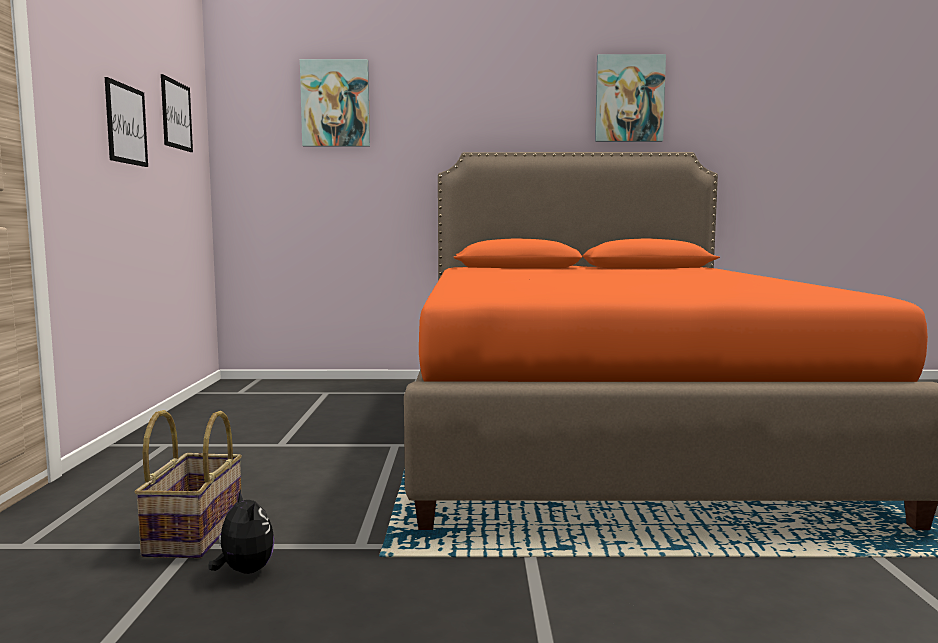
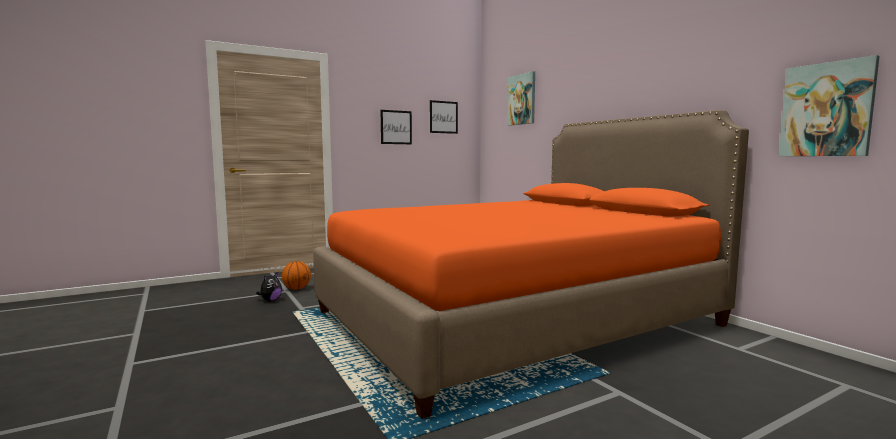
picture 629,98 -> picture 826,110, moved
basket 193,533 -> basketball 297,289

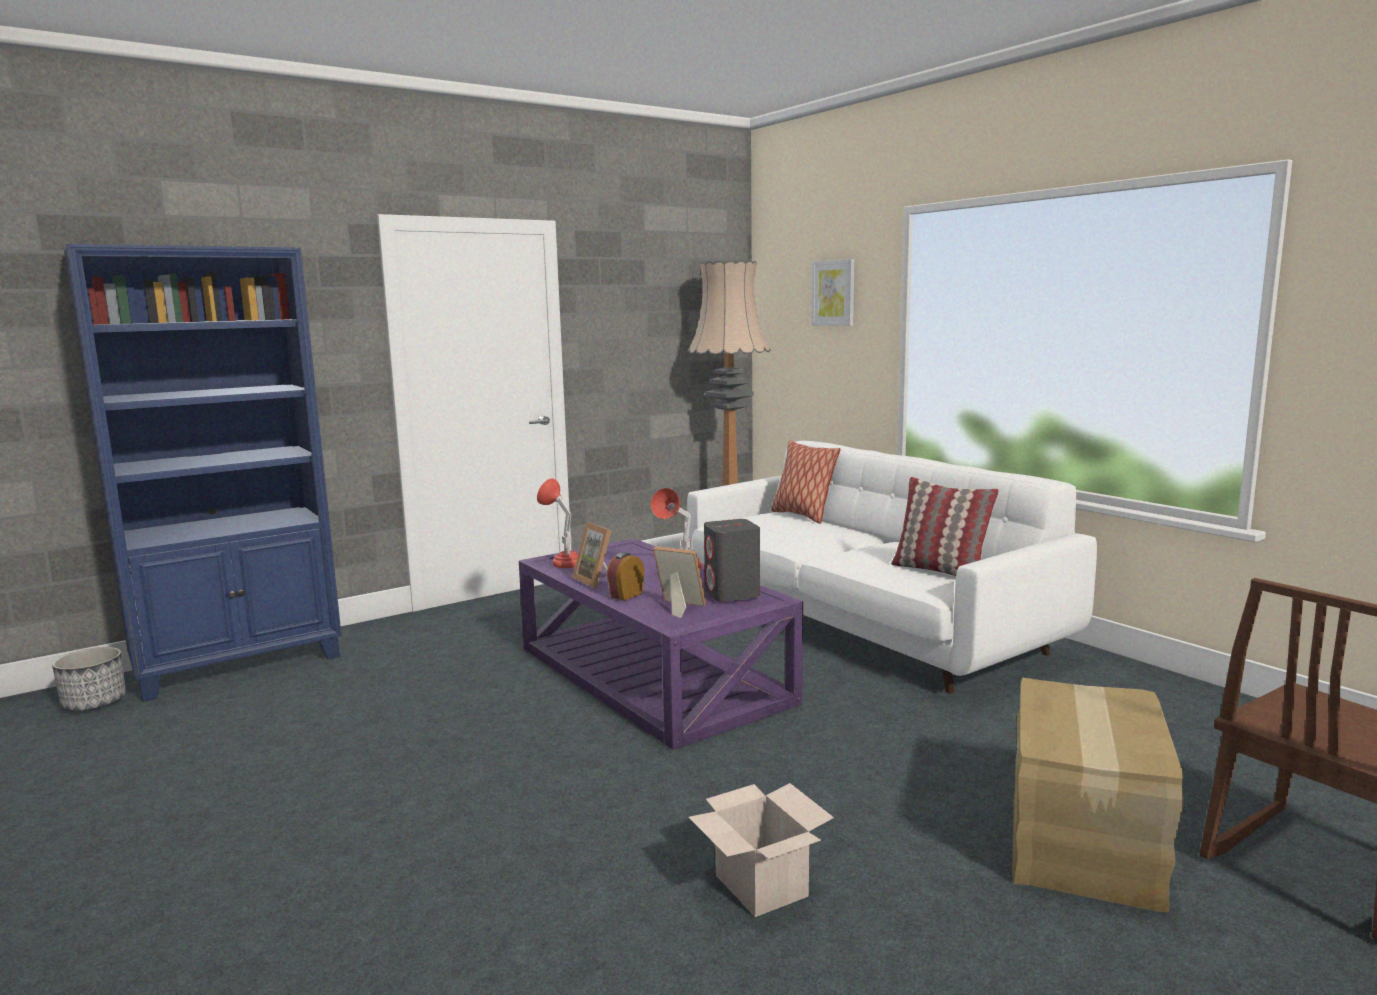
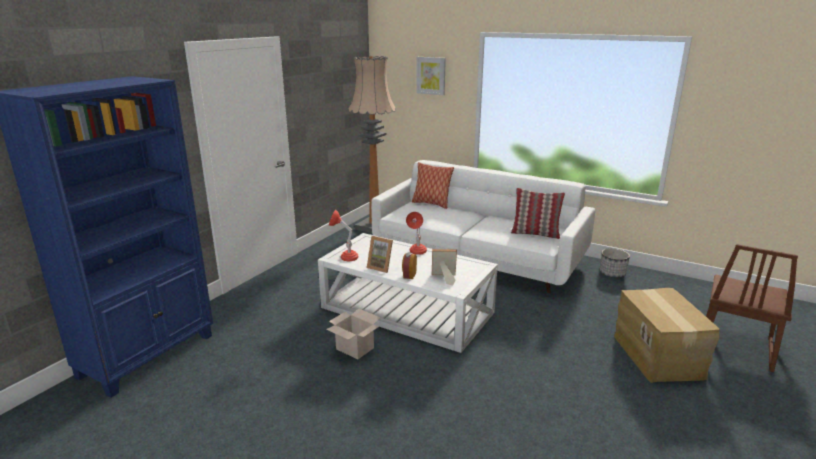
grey speaker 732,594 -> none
purple coffee table 653,674 -> white coffee table 407,310
planter 95,703 -> planter 612,274, moved
cardboard box 758,885 -> cardboard box 354,348, moved

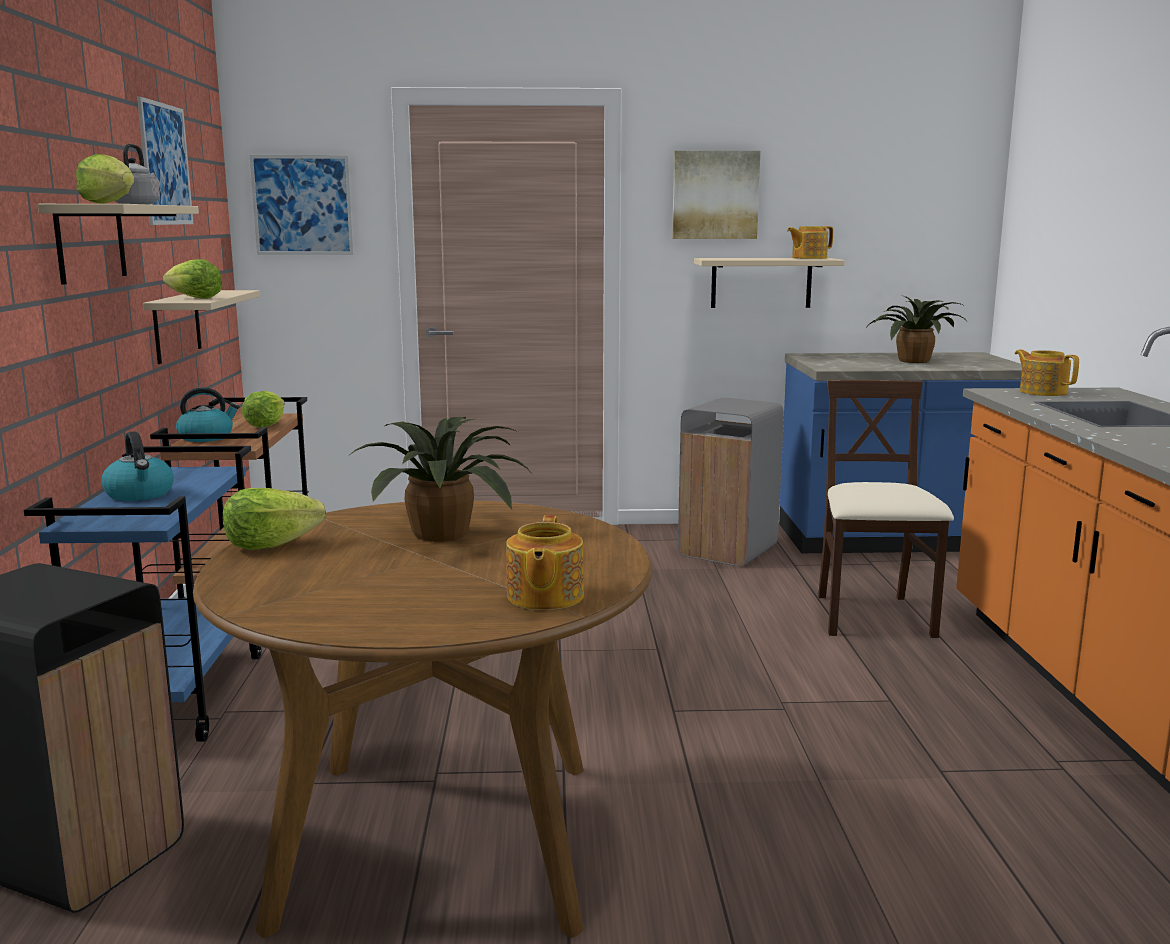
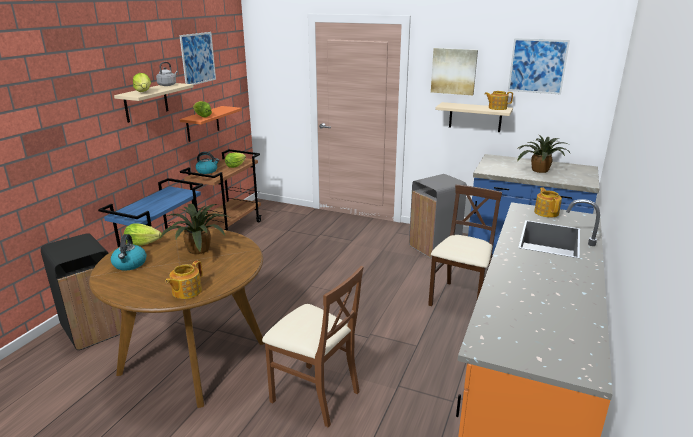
picture 302,205 -> picture 537,66, moved
beige shelf 177,326 -> orange shelf 202,124
kettle 140,494 -> kettle 130,264, moved
none -> brown chair 315,394

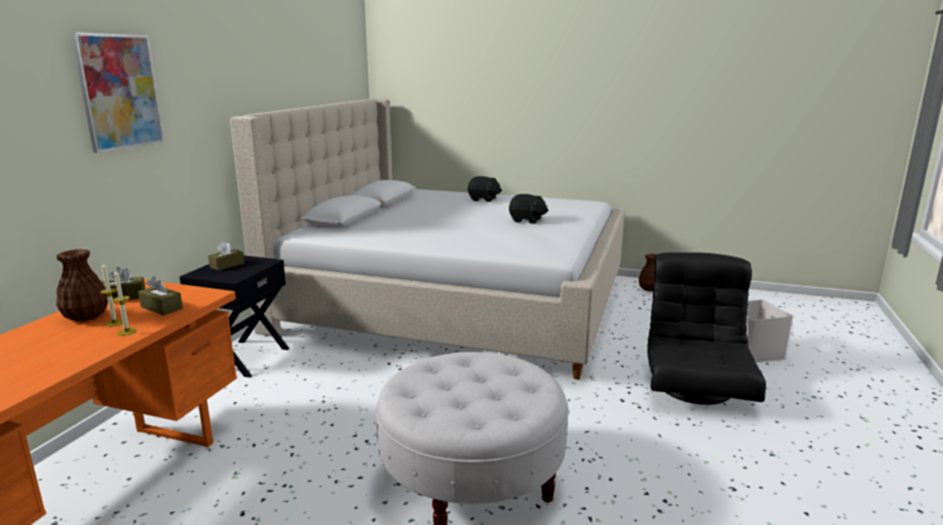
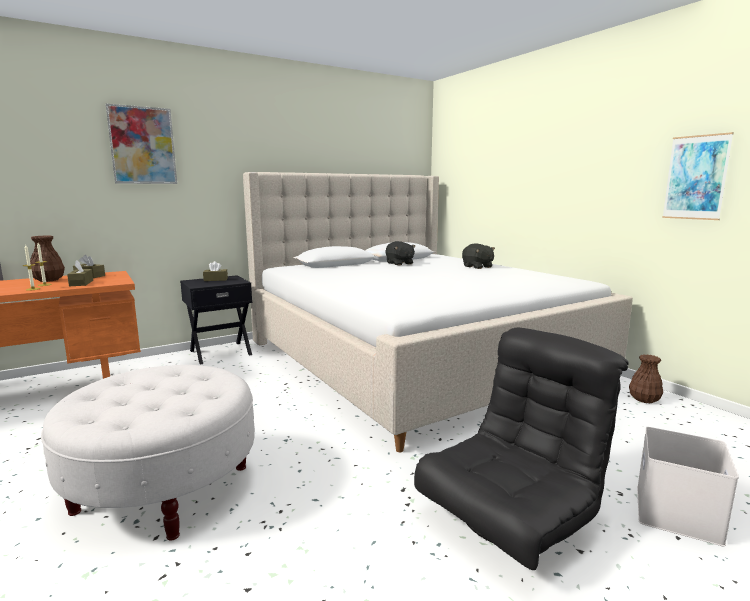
black plush toy 527,220 -> black plush toy 399,263, moved
none -> picture 696,177

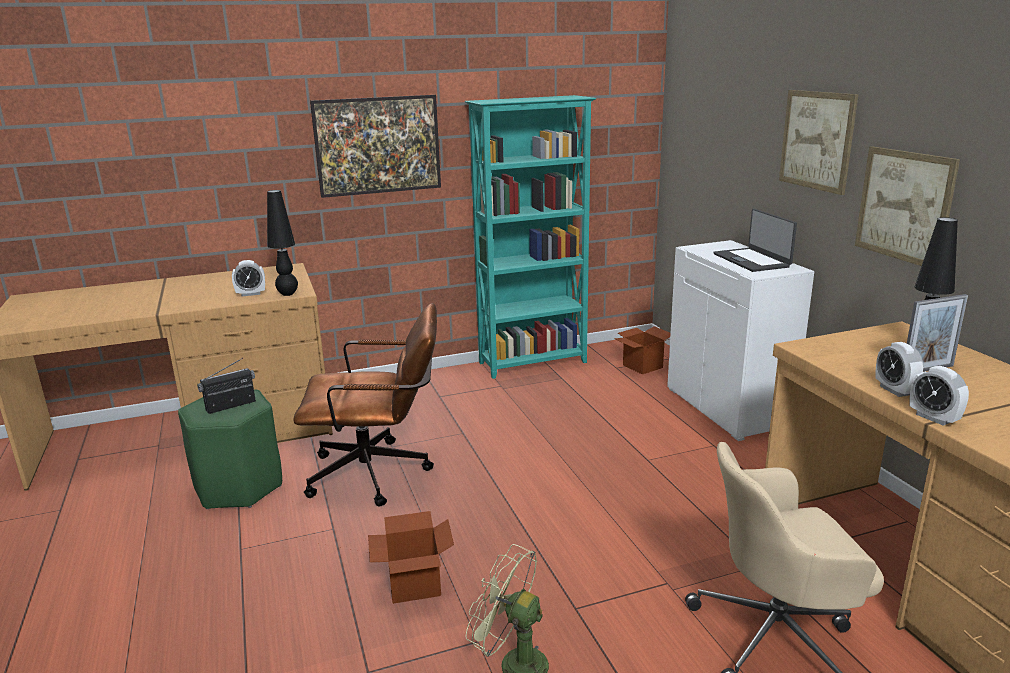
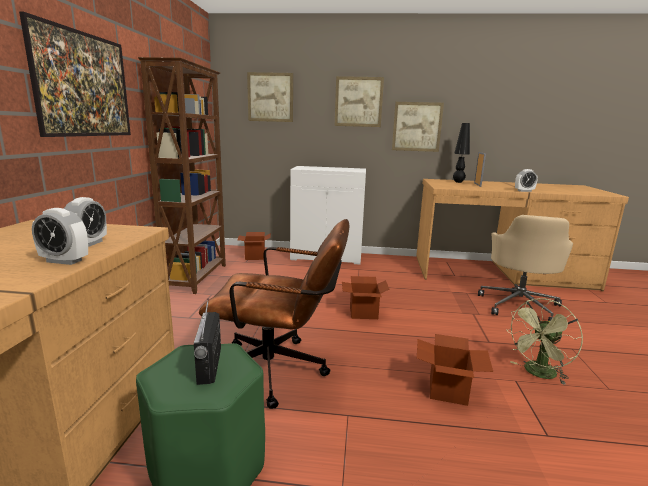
turquoise bookcase 534,363 -> brown bookcase 197,277
black table lamp 288,294 -> none
laptop 752,260 -> none
brown office chair 379,473 -> brown office chair 280,371, 75 degrees clockwise
alarm clock 894,390 -> alarm clock 64,261, moved
none -> picture 270,97
none -> cardboard box 363,313

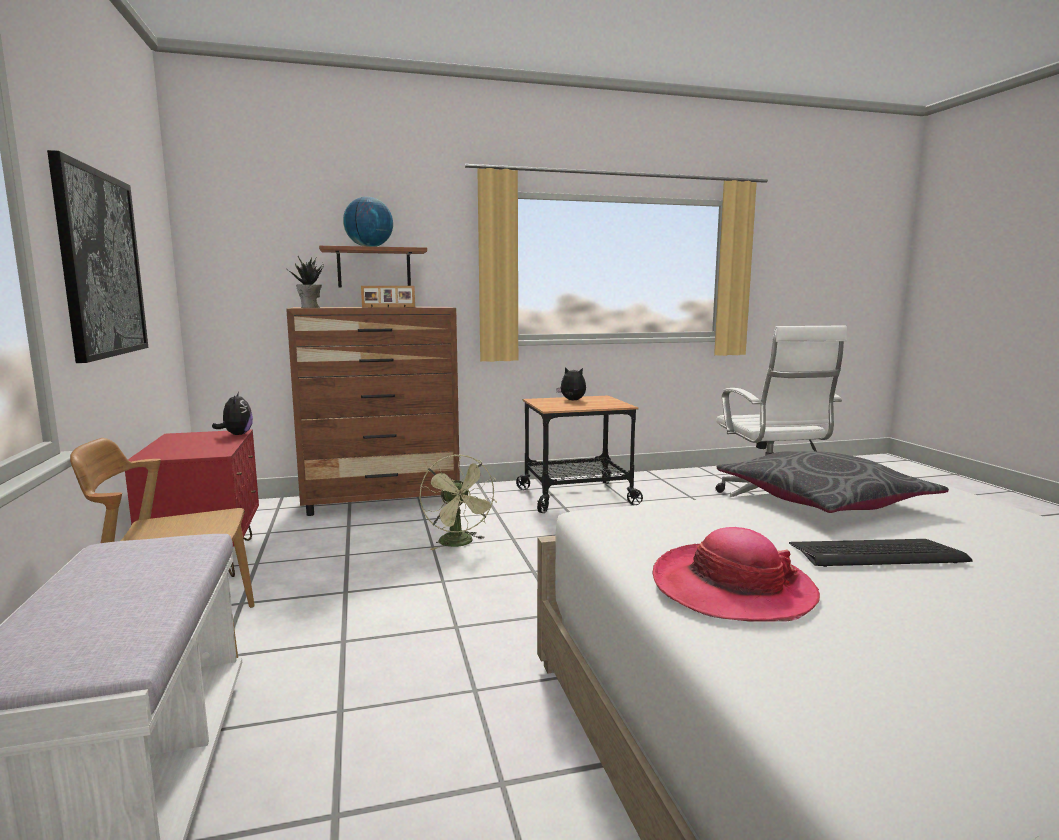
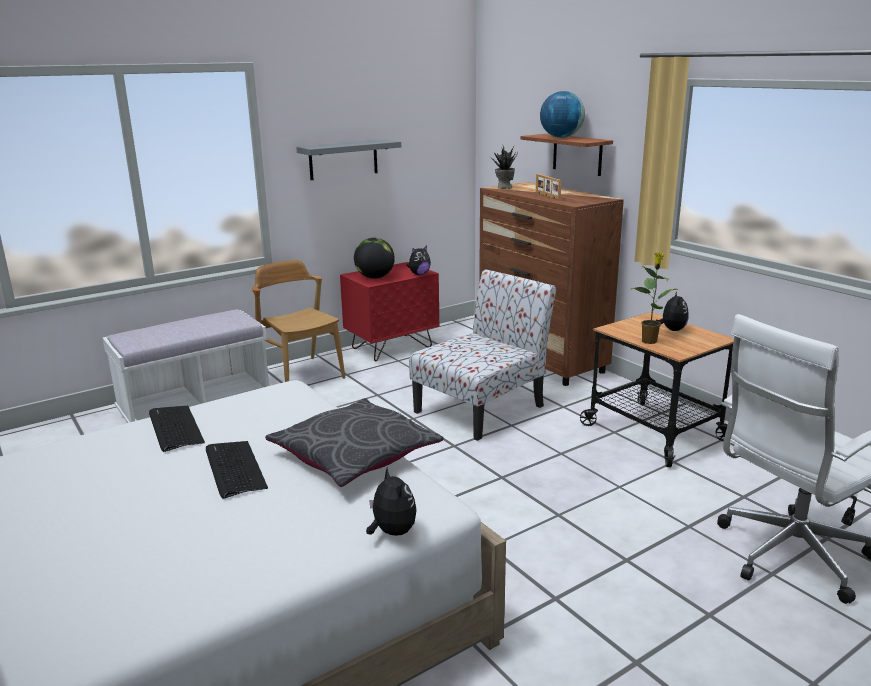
picture 100,264 -> grey shelf 343,159
green fan 460,543 -> chair 482,408
hat 732,588 -> keyboard 175,428
none -> globe 375,277
none -> potted plant 649,341
none -> plush toy 392,532

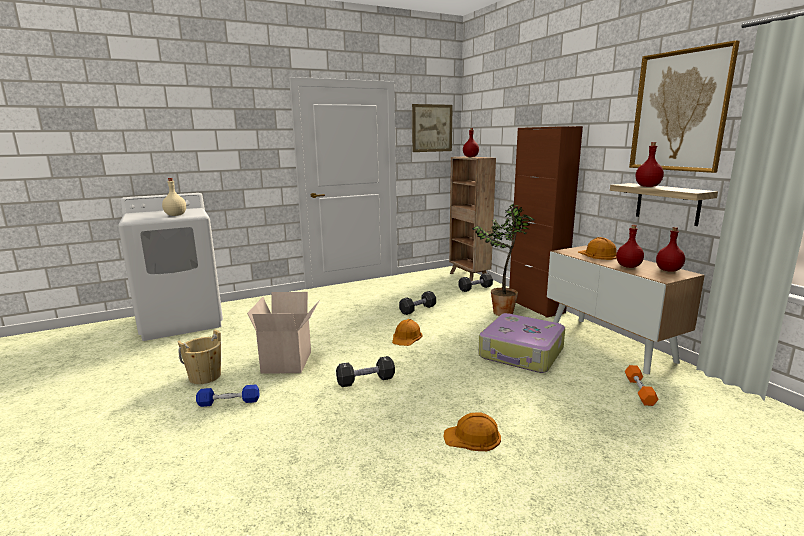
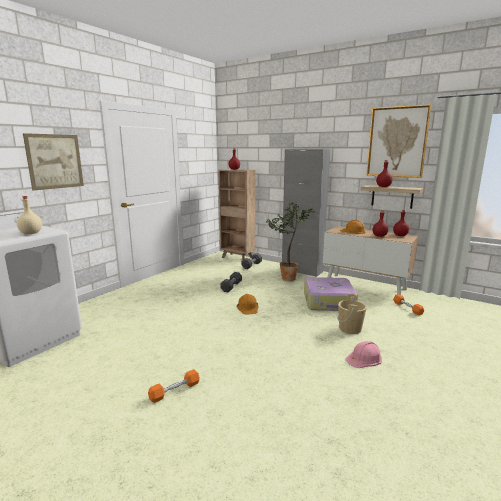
picture 432,128 -> picture 55,161, moved
brown cabinet 536,306 -> grey cabinet 302,271
cardboard box 288,362 -> none
beige bucket 205,376 -> beige bucket 350,328, moved
black dumbbell 366,380 -> none
blue dumbbell 229,402 -> orange dumbbell 175,391
orange hard hat 472,437 -> pink hard hat 364,358

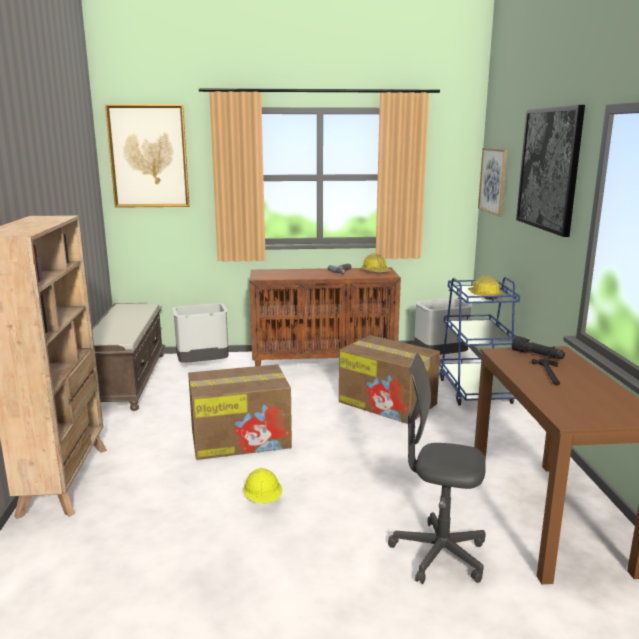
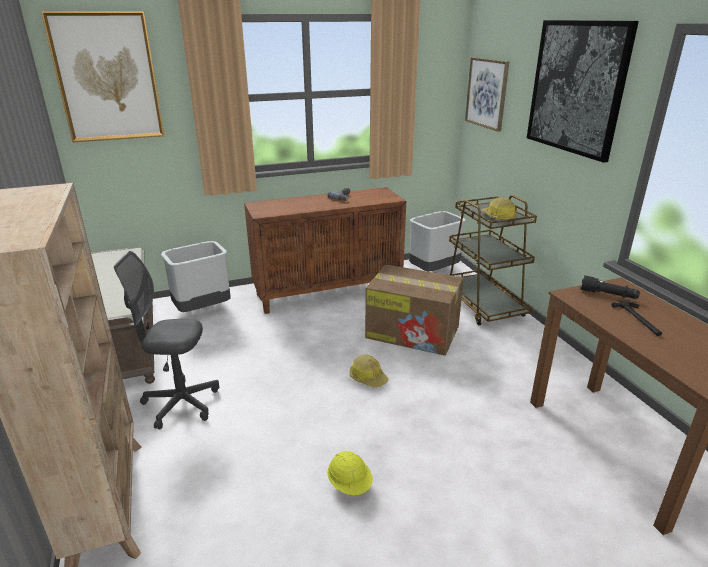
hard hat 375,271 -> hard hat 368,378, moved
blue cart 474,390 -> brown cart 483,305
grey office chair 439,554 -> grey office chair 181,403, moved
cardboard box 242,438 -> none

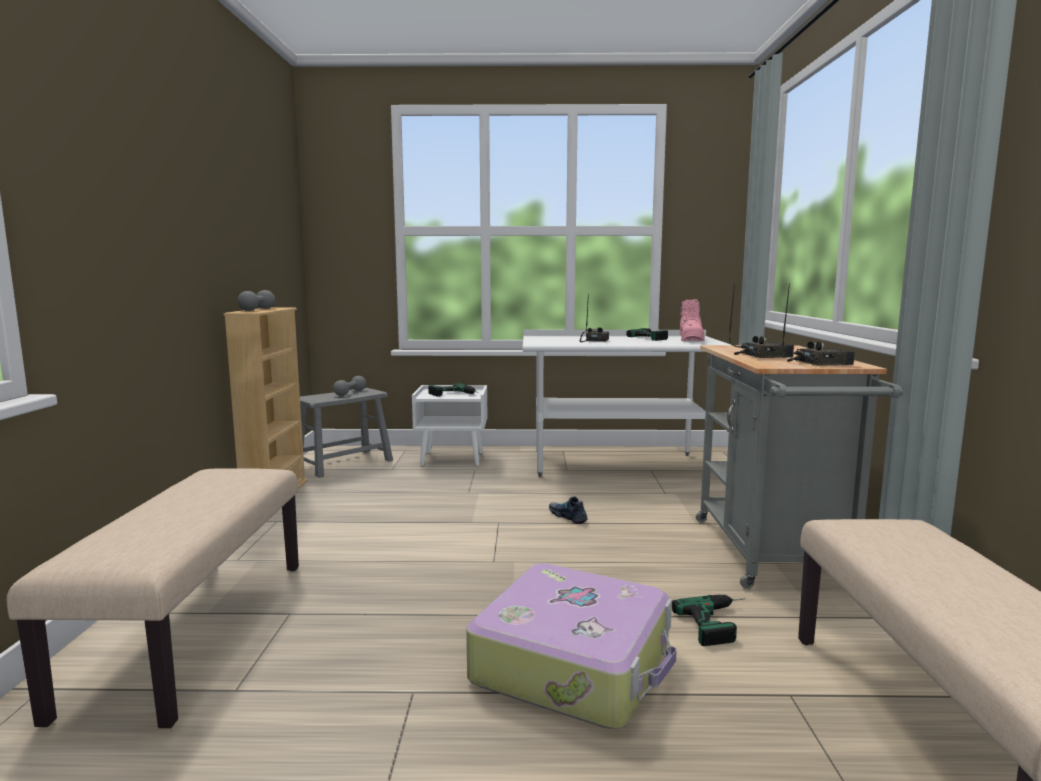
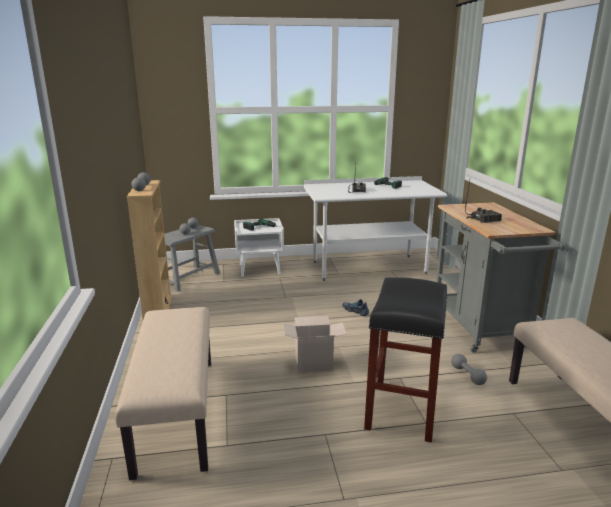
radio 819,363 -> none
pink boot 691,340 -> none
suitcase 575,663 -> black stool 401,408
power drill 721,622 -> grey dumbbell 467,375
none -> cardboard box 315,363

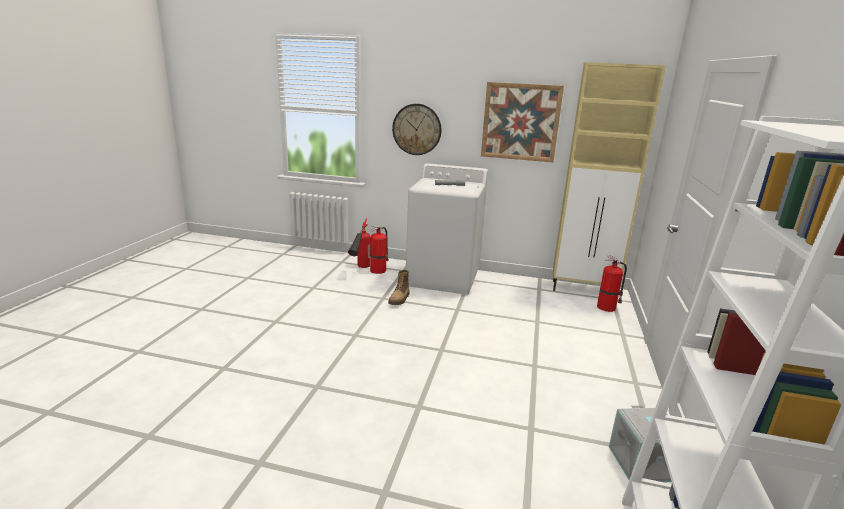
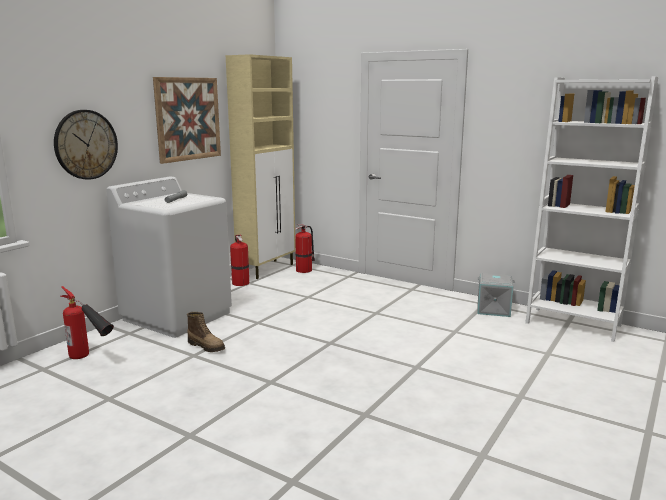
fire extinguisher 378,270 -> fire extinguisher 240,282, moved

